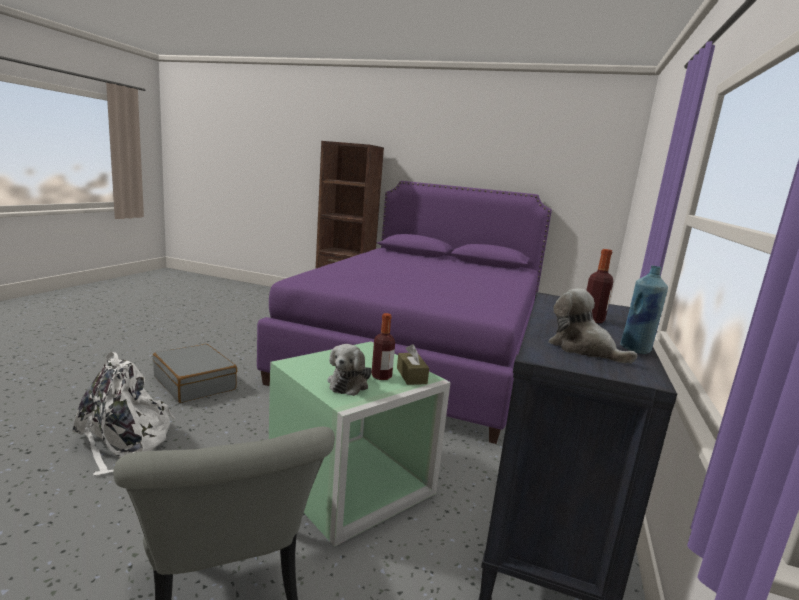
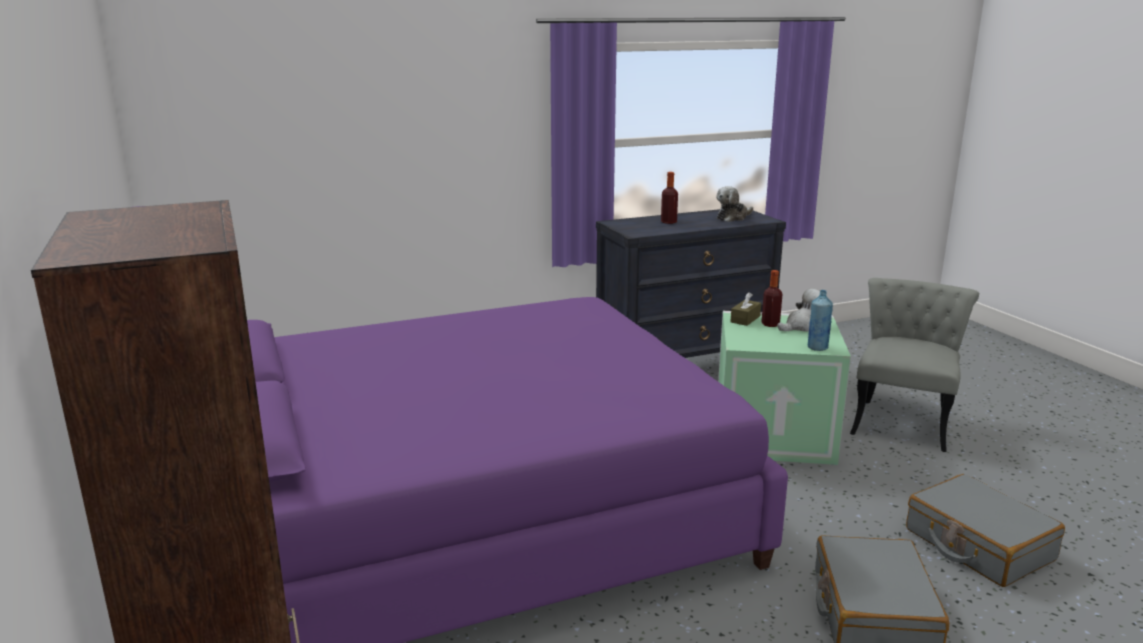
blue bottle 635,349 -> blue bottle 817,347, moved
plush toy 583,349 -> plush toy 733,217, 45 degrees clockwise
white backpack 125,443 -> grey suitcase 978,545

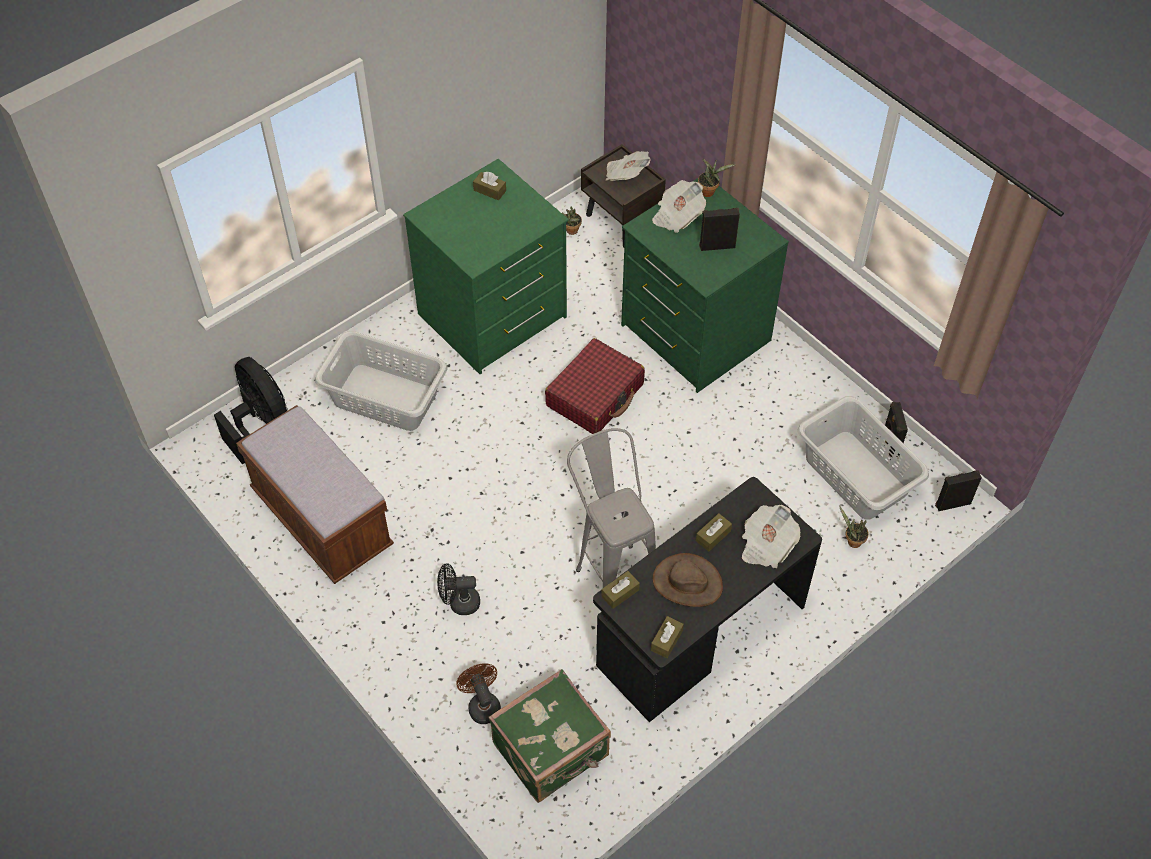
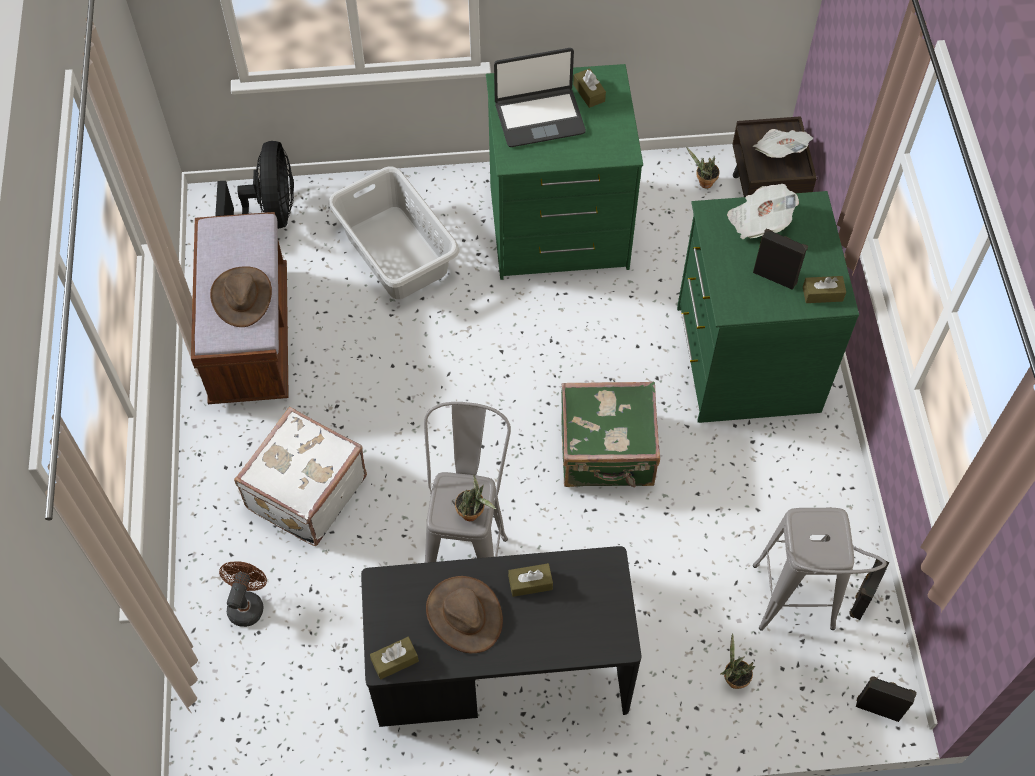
potted plant 709,191 -> potted plant 473,514, moved
red suitcase 595,395 -> none
grey laundry basket 855,476 -> grey stool 794,611
newspaper 766,545 -> none
black fan 459,603 -> white suitcase 304,492
brown tissue box 620,593 -> brown tissue box 822,294, moved
green suitcase 552,751 -> green suitcase 607,453, moved
none -> laptop 539,117
none -> brown hat 242,297

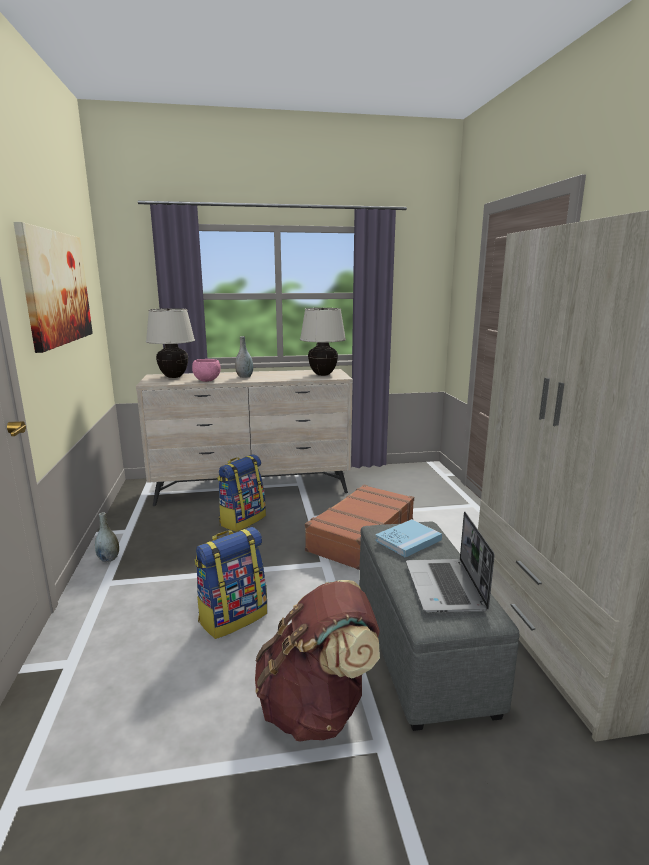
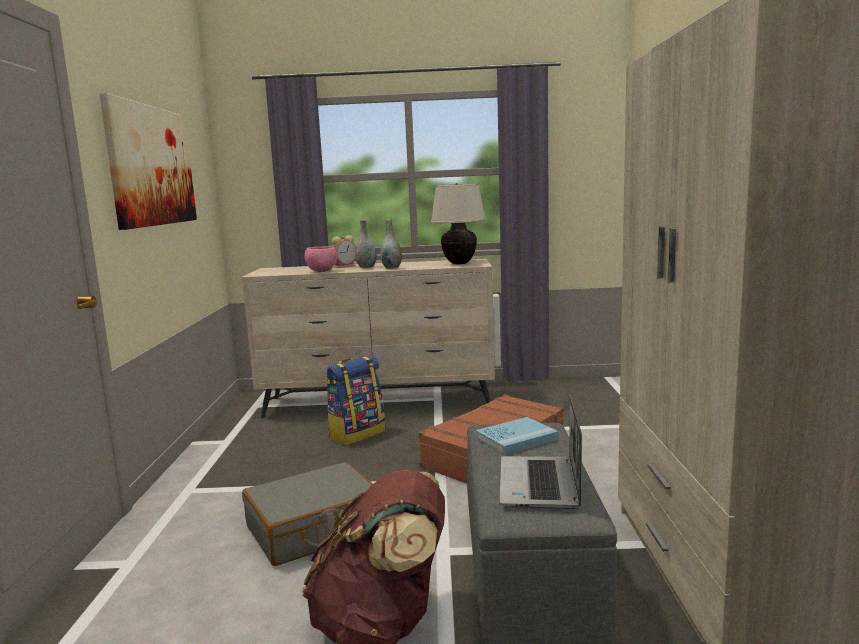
beige table lamp 174,377 -> none
grey vase 108,559 -> grey vase 391,268, moved
backpack 233,617 -> grey suitcase 315,529
none -> alarm clock 345,266

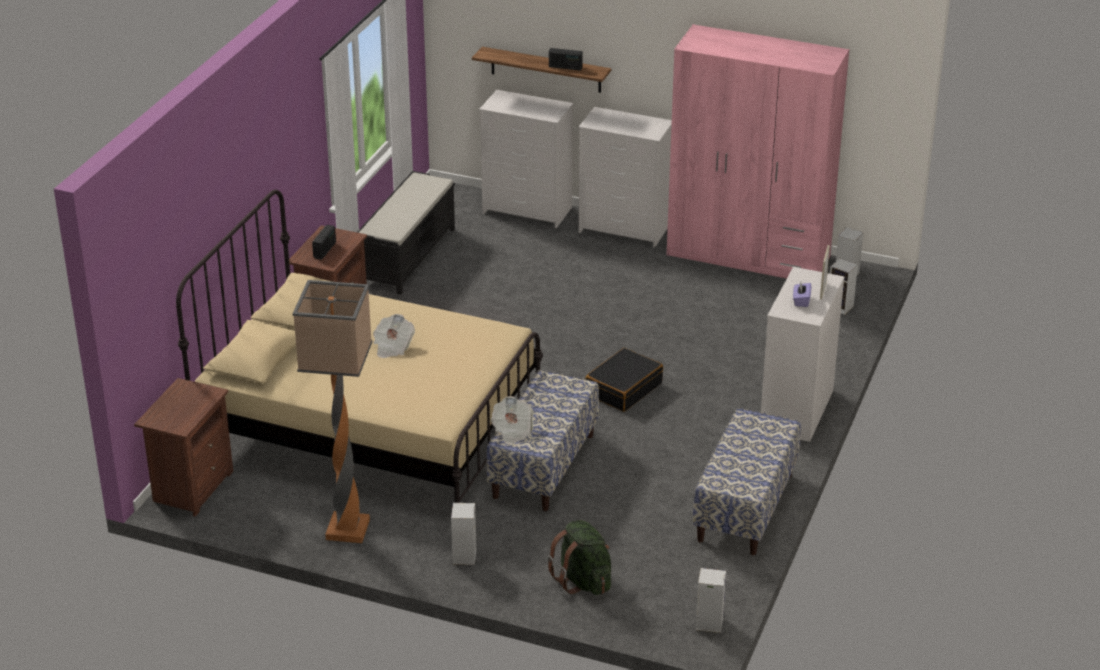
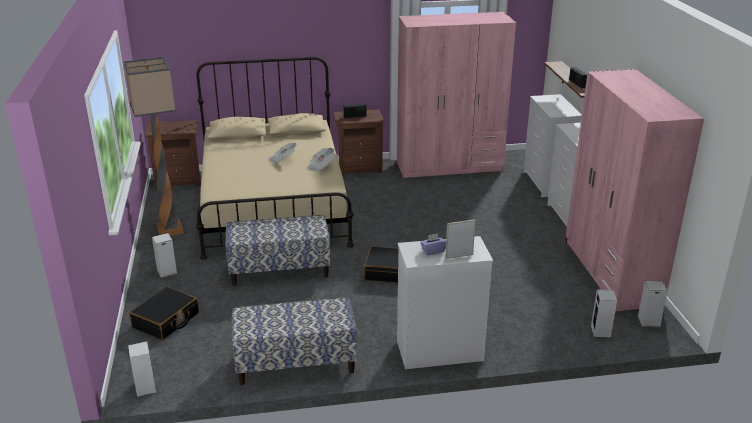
black bench 408,256 -> pink wardrobe 449,166
newspaper 512,431 -> newspaper 320,167, moved
green backpack 583,581 -> black suitcase 166,320

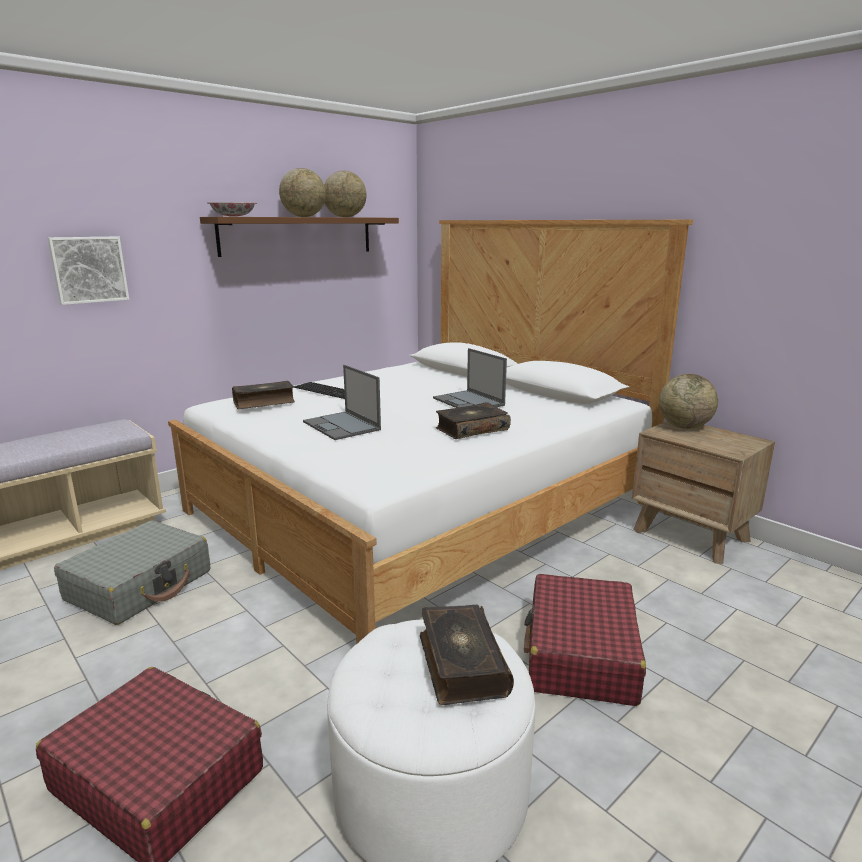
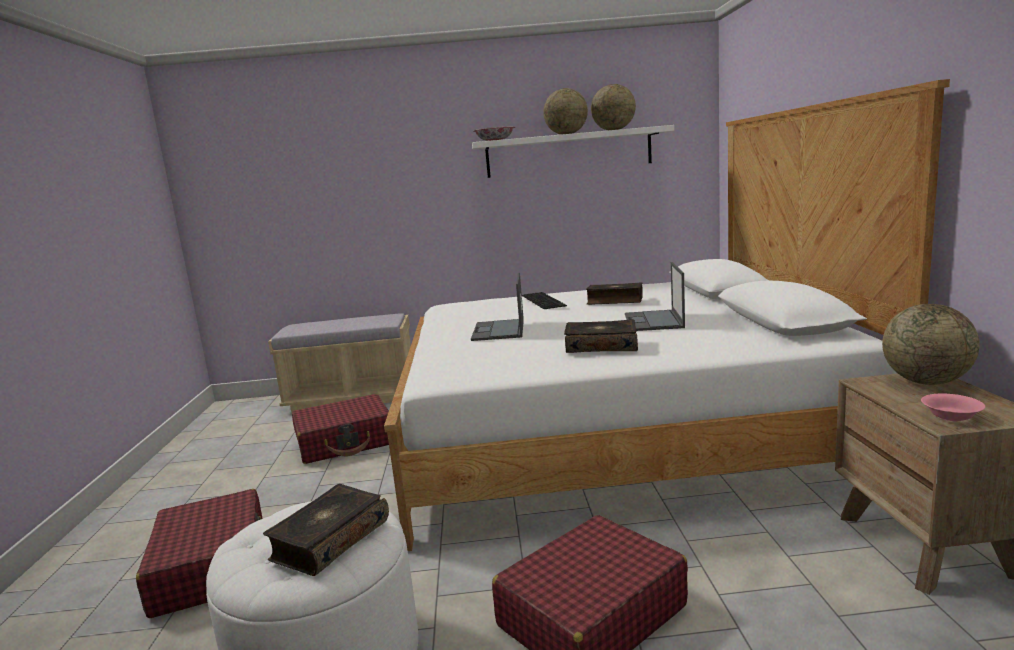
brown shelf 298,235 -> white shelf 568,153
picture 89,269 -> none
book 264,402 -> book 614,301, moved
grey suitcase 140,585 -> red suitcase 345,442
none -> pink bowl 951,416

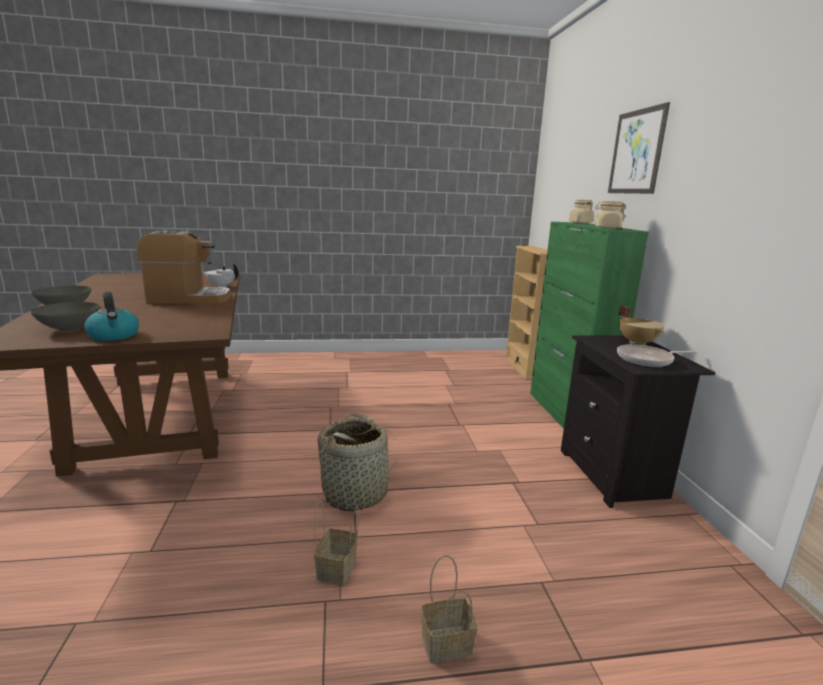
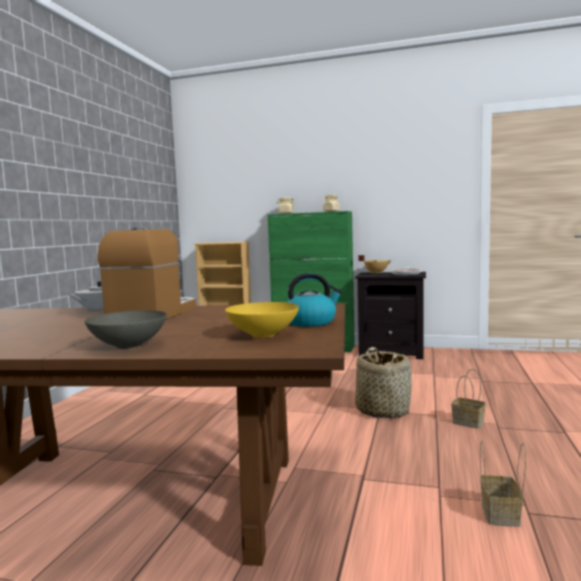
picture 636,152 -> none
grey bowl 70,329 -> yellow bowl 264,335
basket 445,645 -> basket 501,515, moved

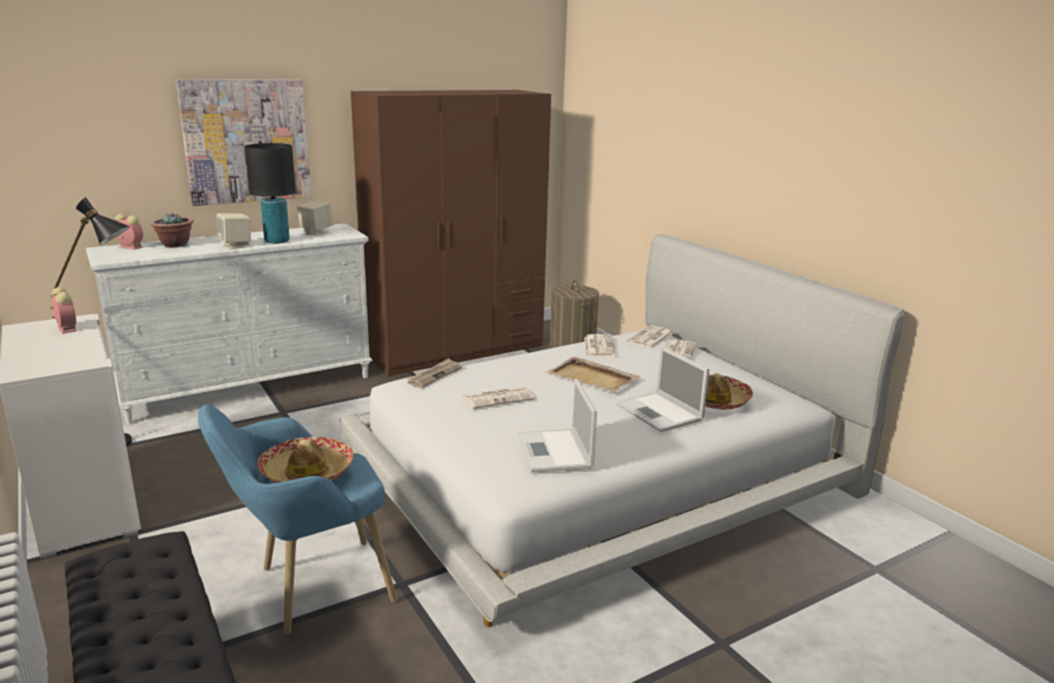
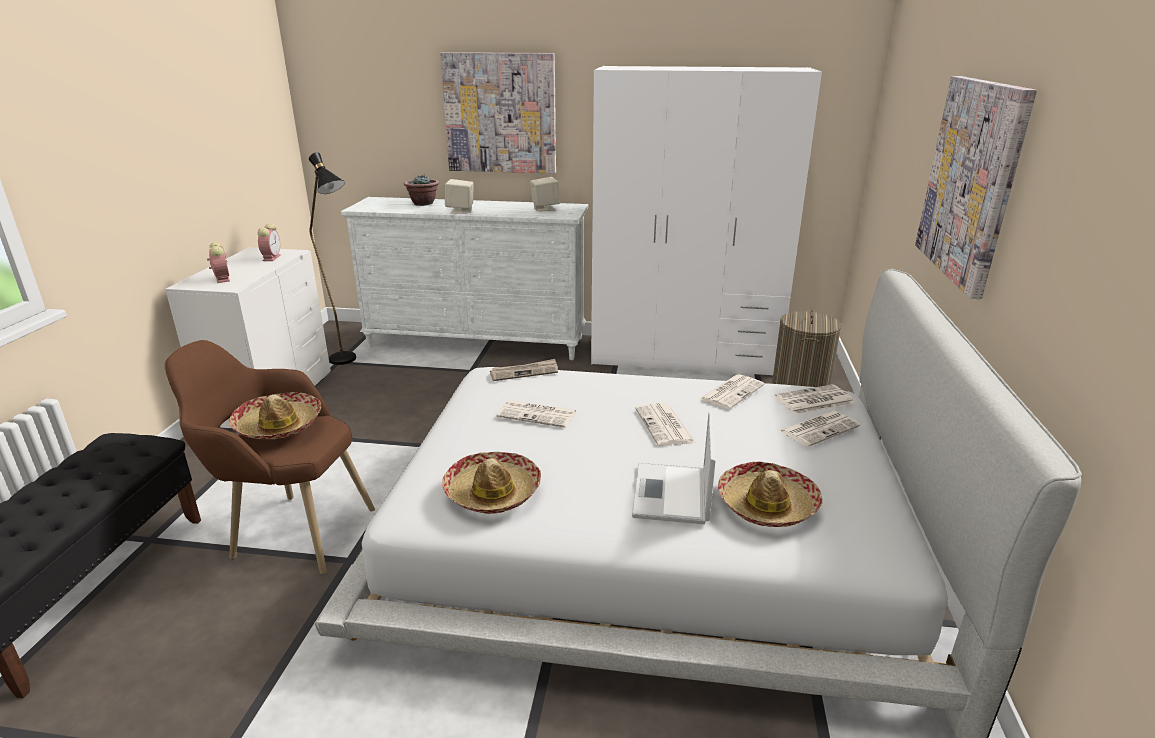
brown wardrobe 456,350 -> white wardrobe 684,356
black table lamp 277,241 -> none
alarm clock 130,247 -> alarm clock 222,278, moved
beige tray 593,378 -> newspaper 665,426
laptop 555,452 -> hat 492,492
blue armchair 308,591 -> brown armchair 289,530
none -> picture 971,181

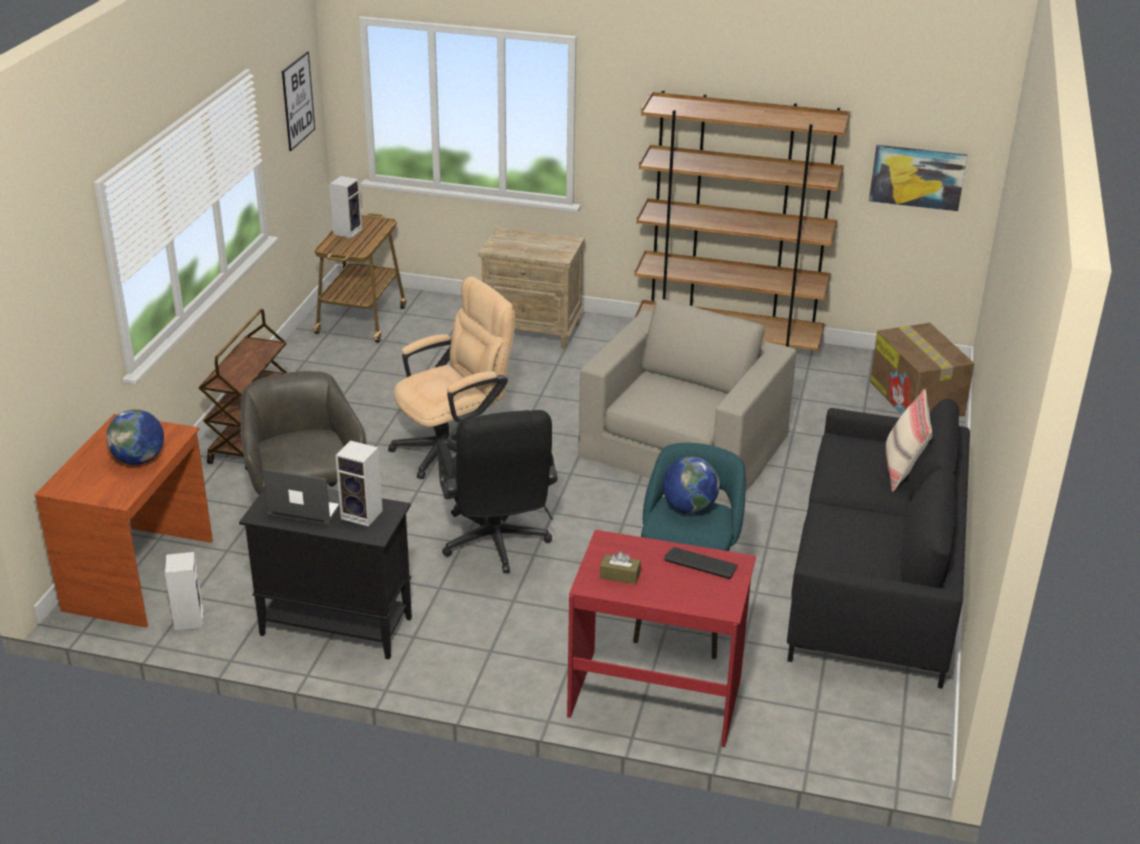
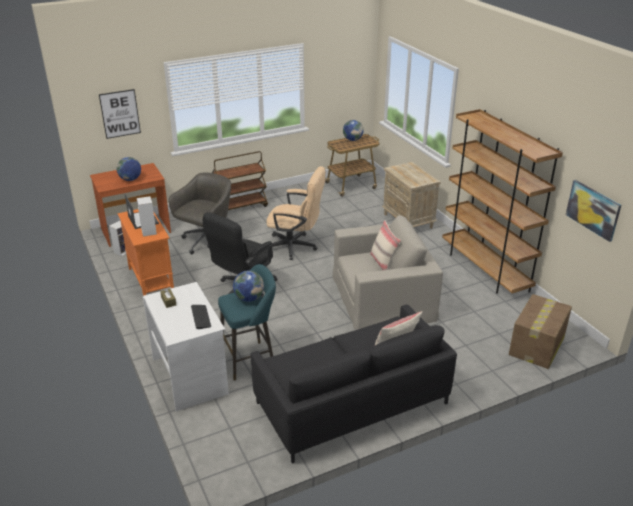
picture 298,101 -> picture 120,114, moved
speaker 347,231 -> globe 352,140
black cabinet 334,626 -> orange cabinet 151,280
red desk 656,696 -> white desk 190,376
none -> beige pillow 383,263

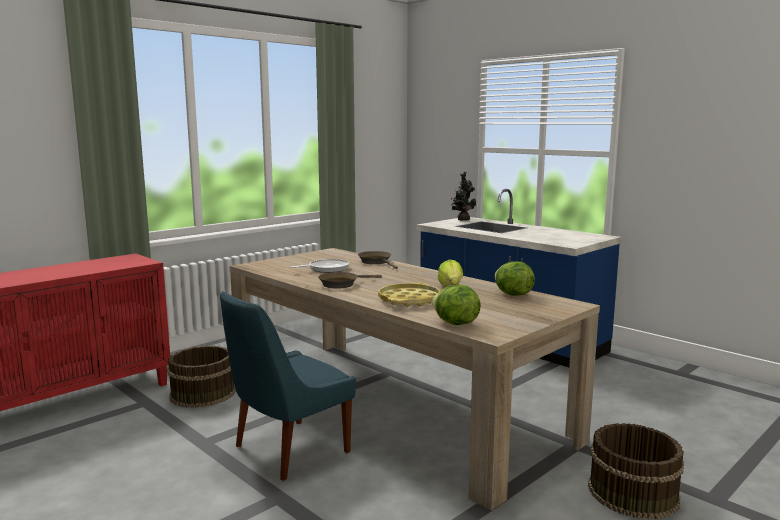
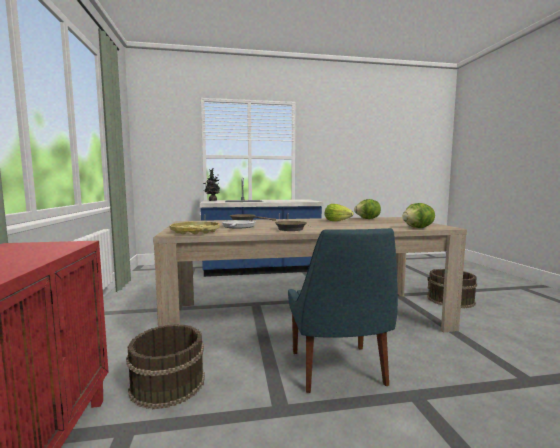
yellow tray 409,300 -> yellow tray 195,231, moved

